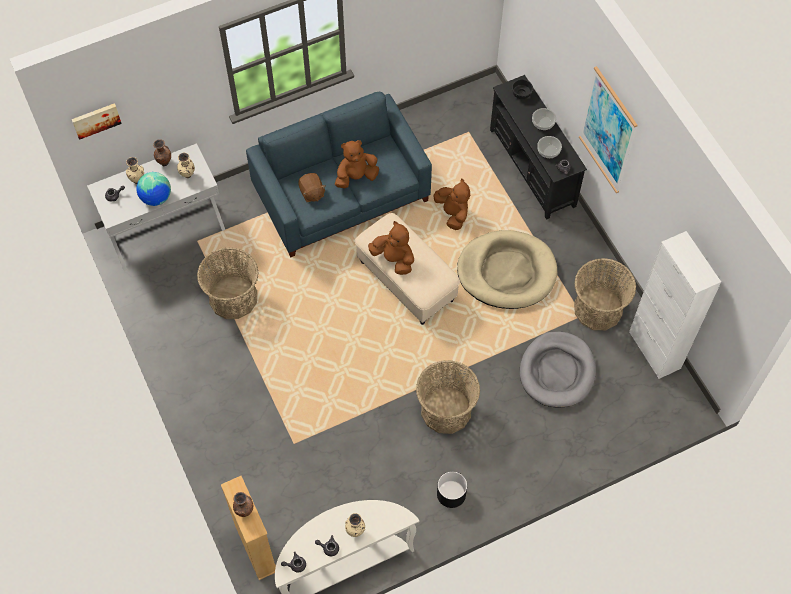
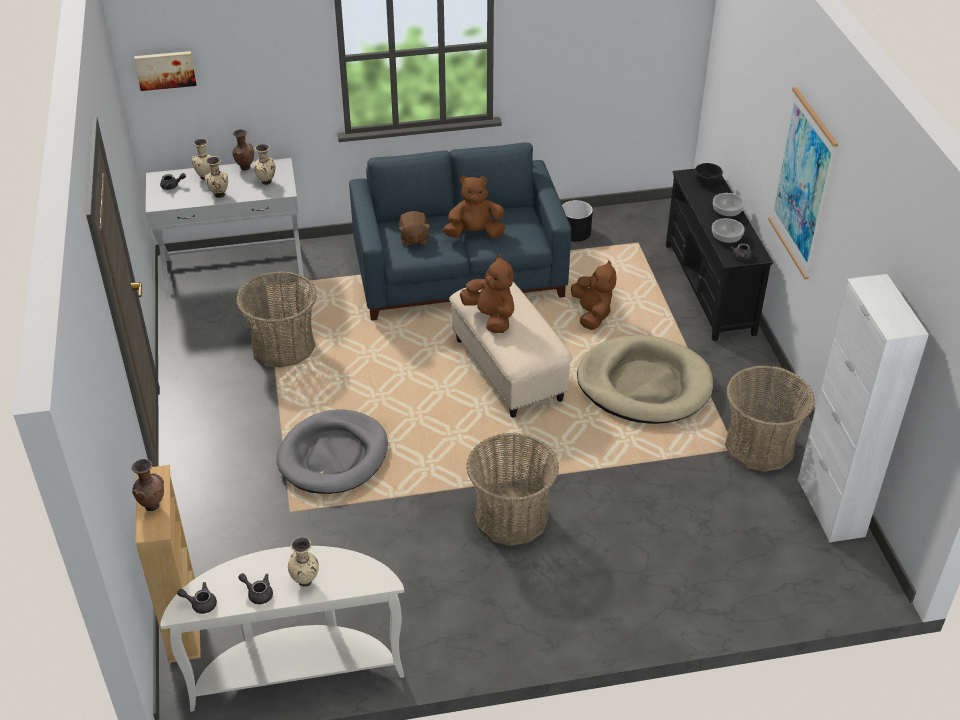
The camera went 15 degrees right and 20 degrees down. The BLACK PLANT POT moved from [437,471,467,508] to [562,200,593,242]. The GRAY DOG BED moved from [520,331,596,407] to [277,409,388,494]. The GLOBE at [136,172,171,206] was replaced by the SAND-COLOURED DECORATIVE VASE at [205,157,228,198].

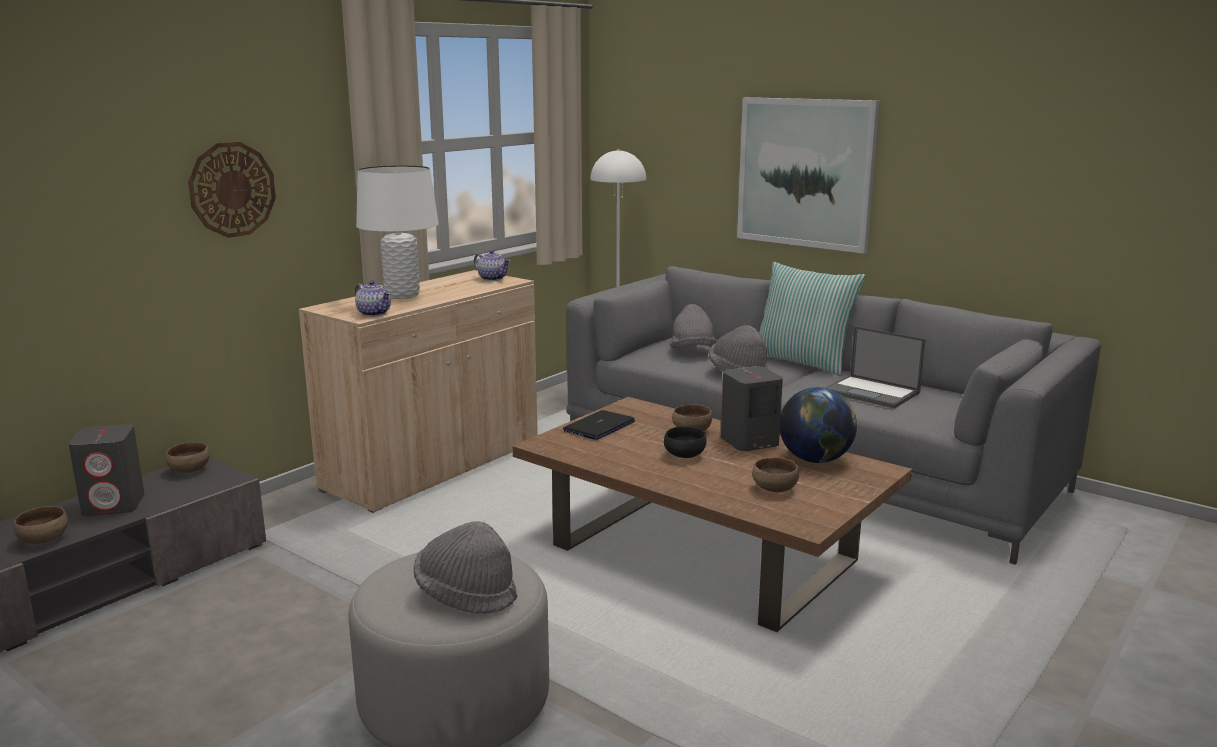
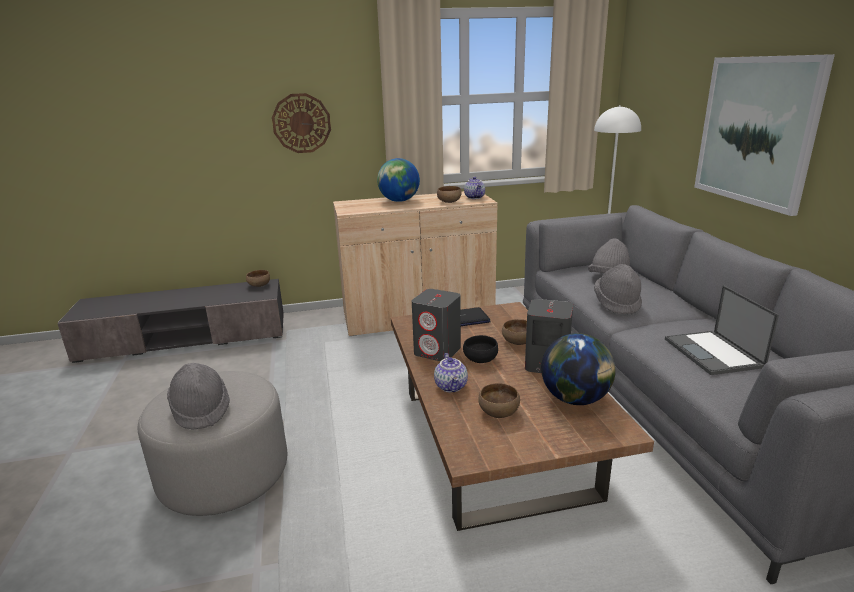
The camera went 40 degrees right and 5 degrees up. The CUSHION at [759,262,866,376] disappeared. The BROWN DEEP DISH moved from [14,506,68,544] to [437,186,462,203]. The GRAY AUDIO SPEAKER moved from [69,424,144,516] to [412,289,461,361]. The POT FOR TEA moved from [355,280,391,316] to [434,353,468,392]. The WHITE-COLOURED TABLETOP LAMP at [356,165,439,299] was replaced by the GLOBE at [377,158,420,202].

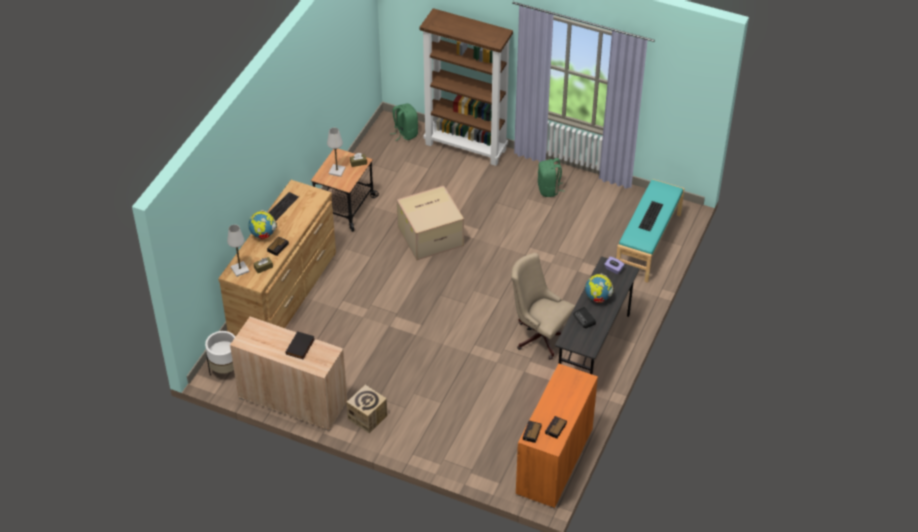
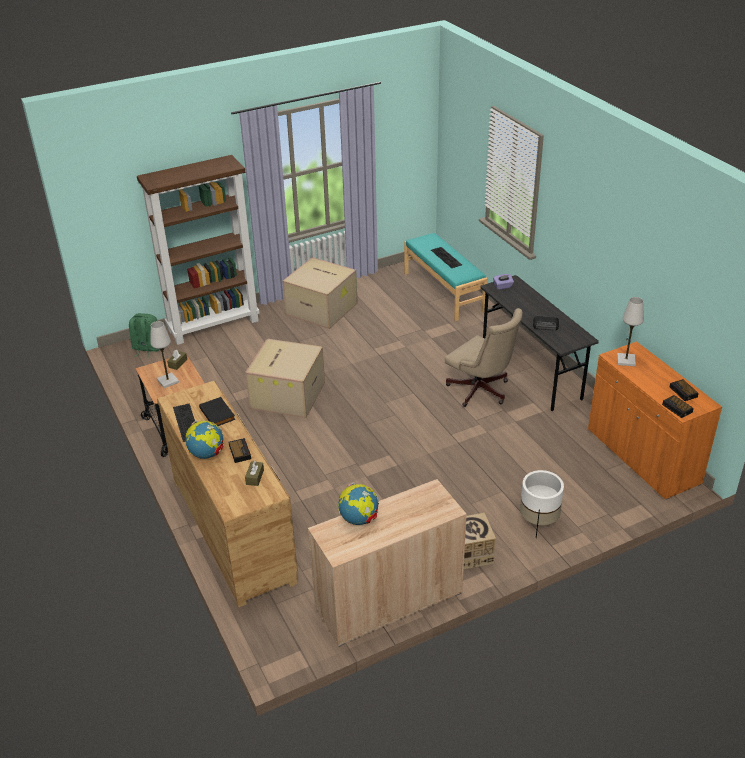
The camera went 50 degrees left and 10 degrees down. The WHITE-COLOURED PLANT POT moved from [205,331,235,375] to [520,470,564,538]. The WHITE-COLOURED TABLETOP LAMP moved from [227,225,250,277] to [617,297,644,366]. The BLACK BOUND BOOK moved from [285,331,315,359] to [199,397,235,426]. The GLOBE moved from [585,274,614,303] to [338,483,379,525]. The GREEN-COLOURED KNAPSACK at [538,158,565,197] was replaced by the CARDBOARD BOX at [283,257,358,329]. The SAND-COLOURED OFFICE CHAIR at [511,253,575,360] turned 120 degrees counterclockwise.

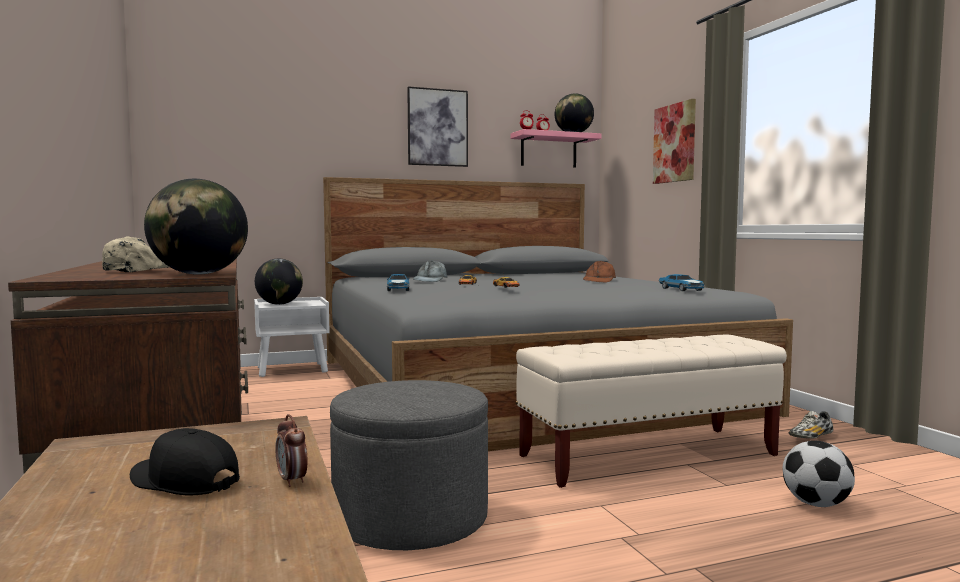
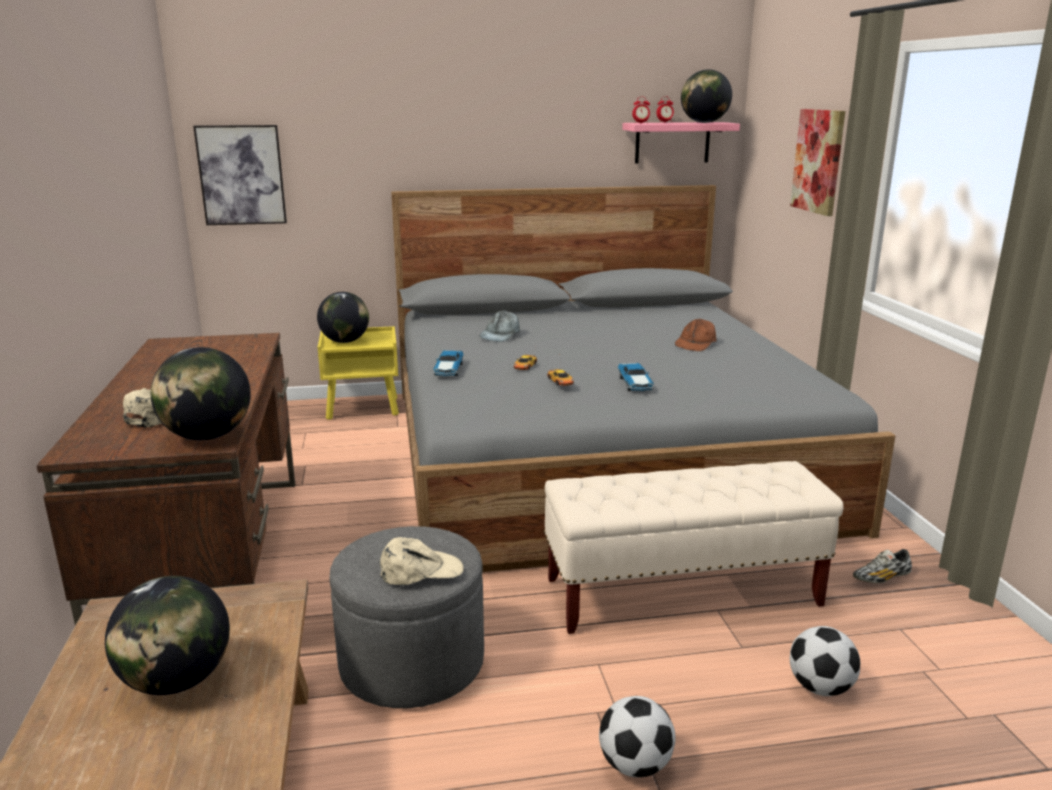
The camera went 10 degrees right and 15 degrees up. The BEDSIDE CLOCK at [275,414,307,487] disappeared. The SAND-COLOURED PEAKED CAP at [380,537,464,585] appeared. The FOOTBALL at [599,696,676,777] appeared. The WALL PICTURE moved from [407,86,468,167] to [193,125,287,225]. The TOY CAR moved from [659,274,705,291] to [618,363,654,391]. The BLACK PEAKED CAP at [130,428,240,495] was replaced by the GLOBE at [105,576,230,695]. The WHITE-COLOURED BEDSIDE TABLE at [254,297,330,377] became the YELLOWISH BEDSIDE TABLE at [318,326,399,420].

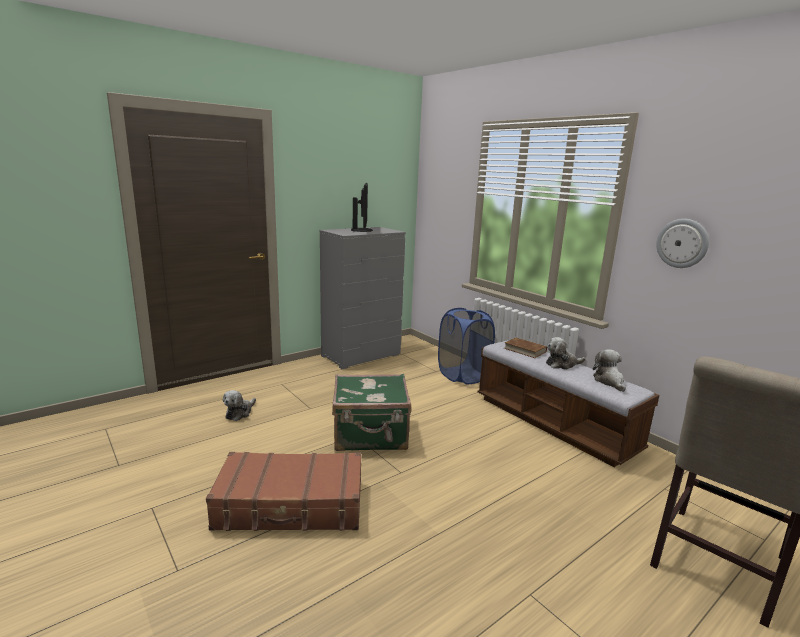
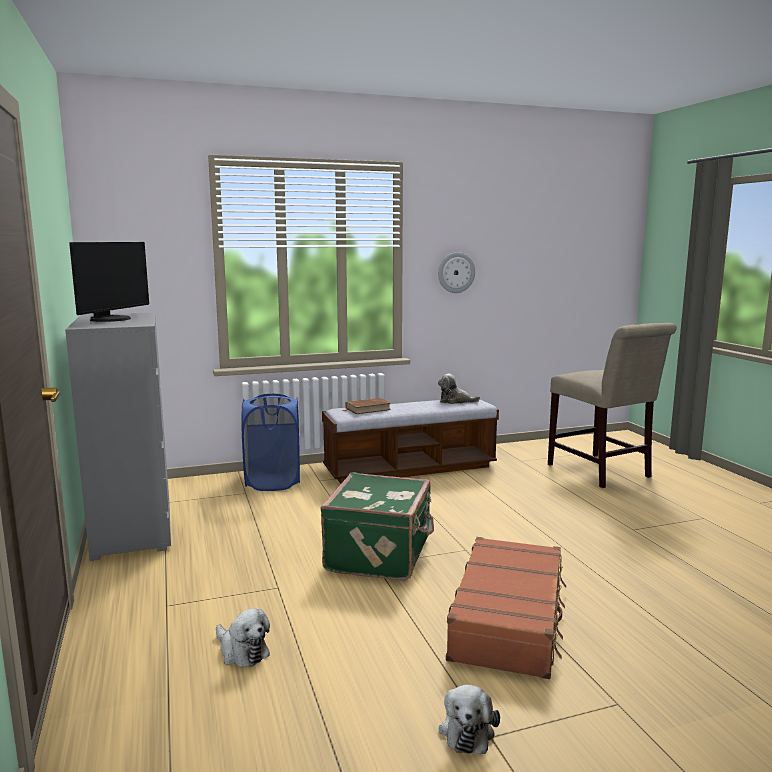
The camera went 70 degrees left and 5 degrees down. The SOFT TOY moved from [546,337,586,369] to [439,685,500,754]. The COMPUTER SCREEN at [351,183,373,232] turned 90 degrees clockwise.

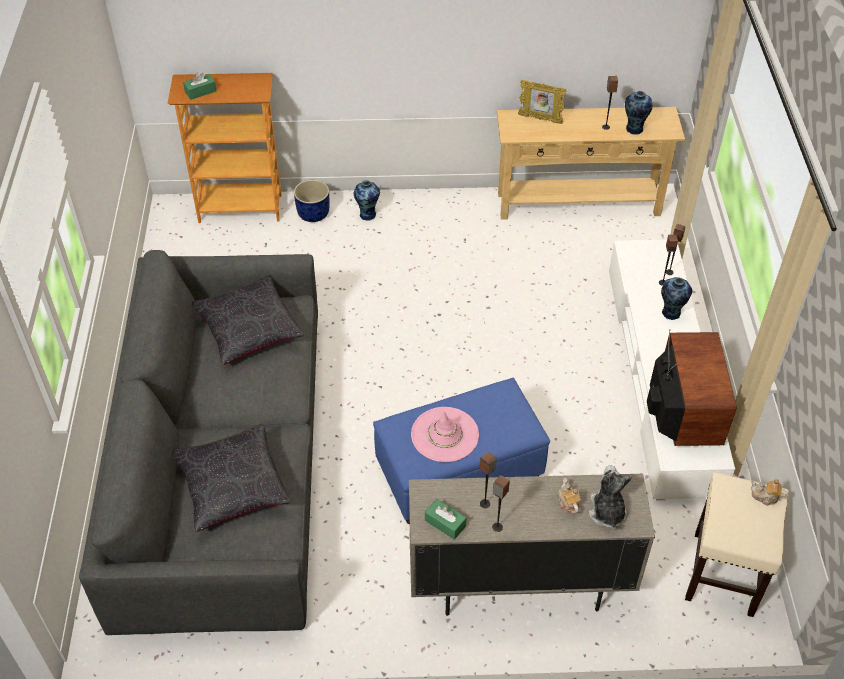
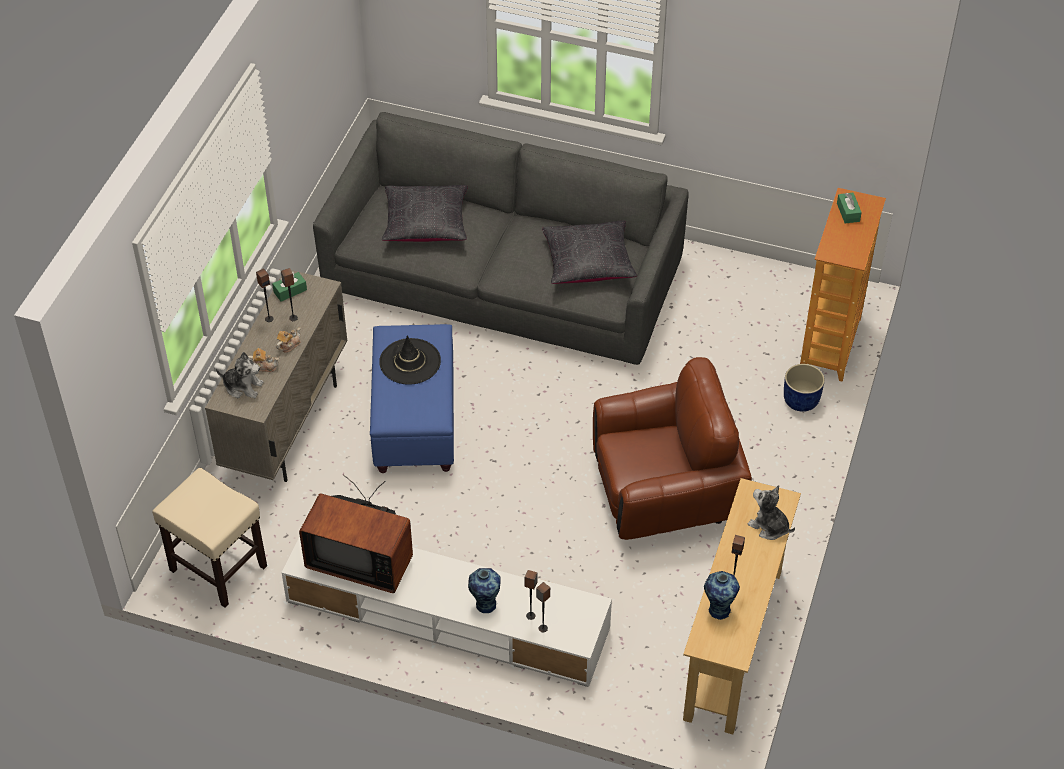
The camera went 110 degrees right and 0 degrees up. The DECORATIVE VASE at [354,180,380,221] disappeared. The BROWN EASY CHAIR at [593,357,752,540] appeared. The POT FOR TEA moved from [751,479,788,506] to [276,327,301,353]. The STANDING FRAME at [518,80,566,124] was replaced by the SOFT TOY at [748,485,795,540]. The PINK-COLOURED HAT at [411,407,479,462] became the BLACK HAT at [379,335,441,385].

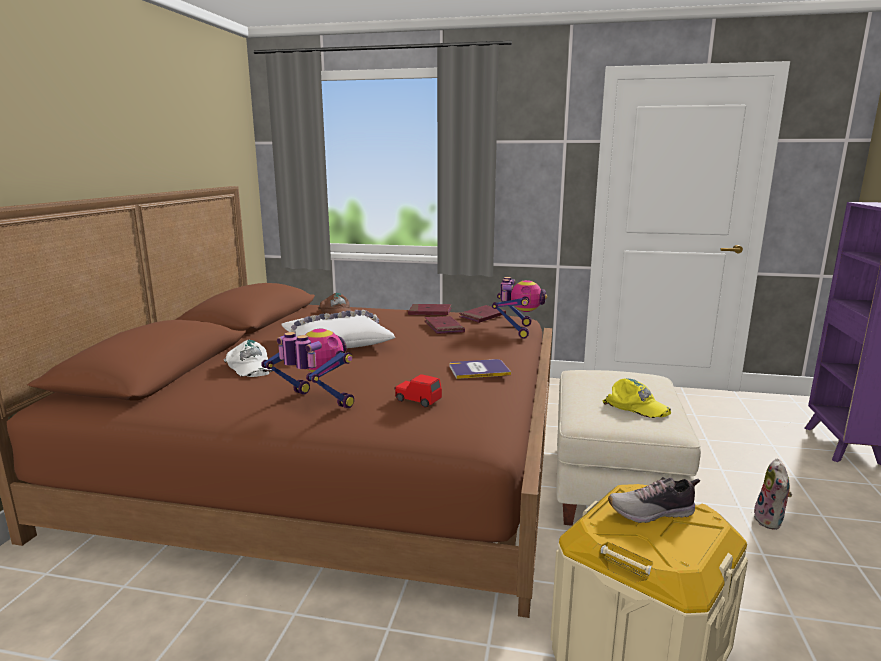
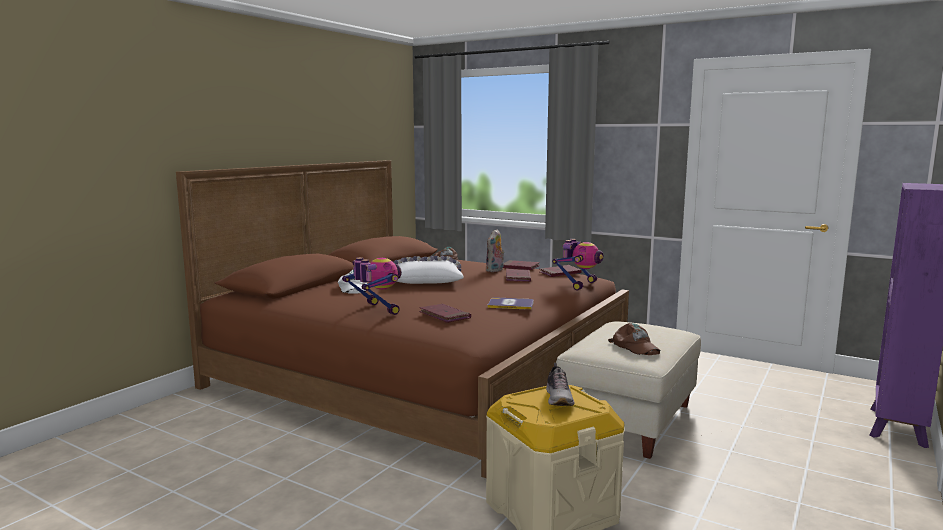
The camera went 20 degrees right and 5 degrees down. The SOFT TOY moved from [754,458,792,530] to [486,229,505,272]. The RED-COLOURED TOY CAR at [394,374,442,408] was replaced by the RED-COLOURED BOUND BOOK at [419,304,471,323]. The YELLOWISH PEAKED CAP at [603,378,671,418] became the BROWN PEAKED CAP at [608,323,661,355]. The LOW SHOE at [608,477,700,523] turned 105 degrees counterclockwise.

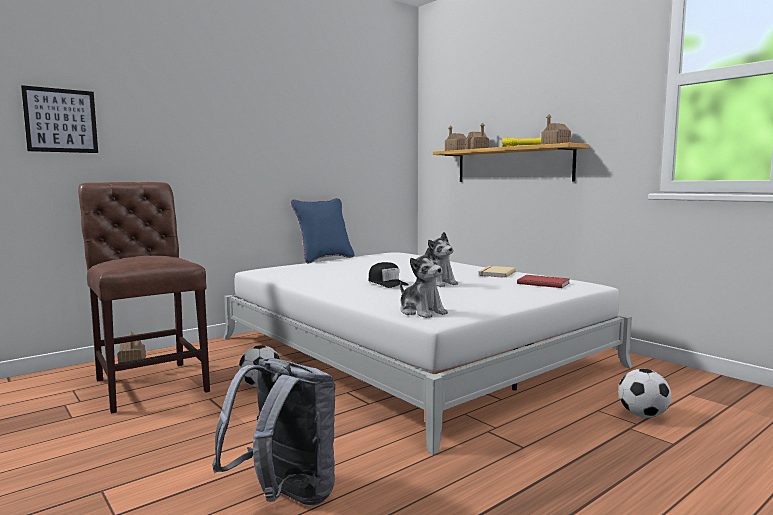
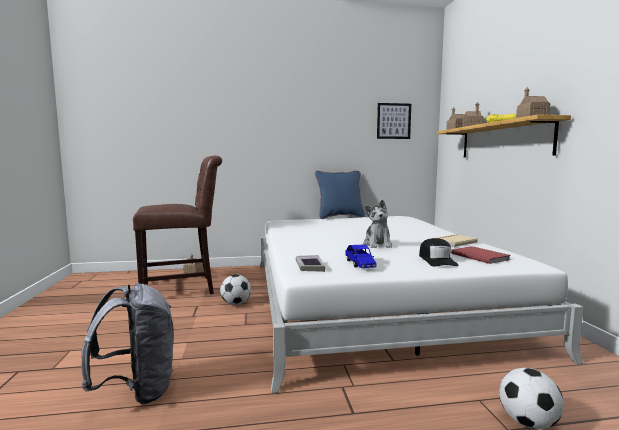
The camera went 30 degrees right and 0 degrees up. The BLUE-COLOURED TOY CAR at [345,244,377,268] appeared. The WALL PICTURE moved from [21,85,98,153] to [377,103,411,139]. The BLACK PEAKED CAP moved from [368,262,409,288] to [419,238,459,266]. The SOFT TOY at [400,247,448,318] was replaced by the BOUND BOOK at [296,255,325,272]. The BROWN PLAIN CHAIR at [78,182,210,414] turned 75 degrees clockwise.

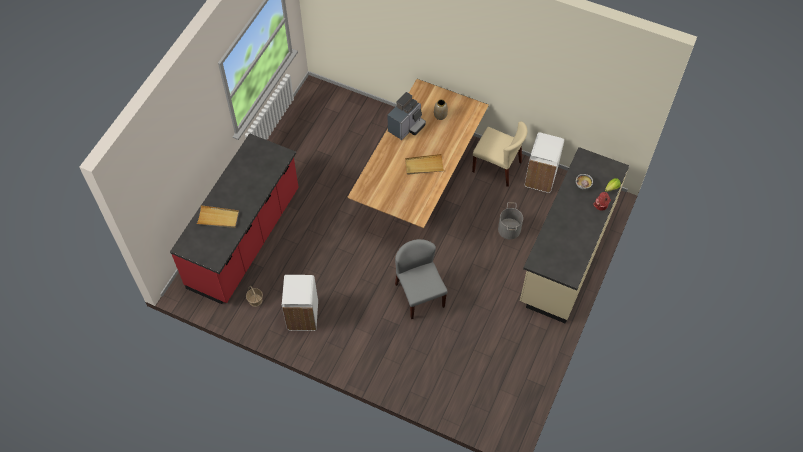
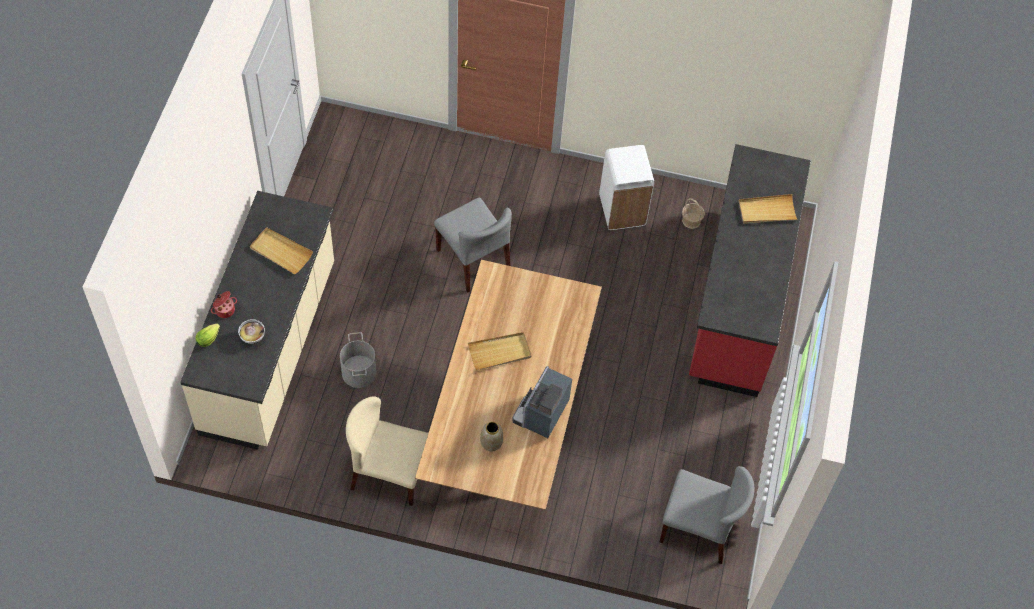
The camera went 165 degrees right and 0 degrees up. The WHITE-COLOURED WASTE BIN at [525,132,564,193] disappeared. The SAND-COLOURED SERVING TRAY at [250,227,313,274] appeared. The GRAY PLAIN CHAIR at [659,466,754,564] appeared.

